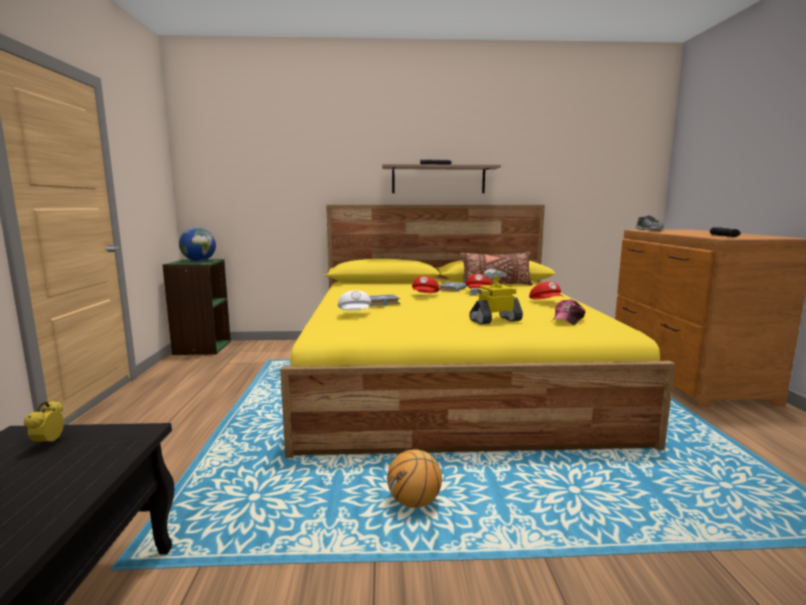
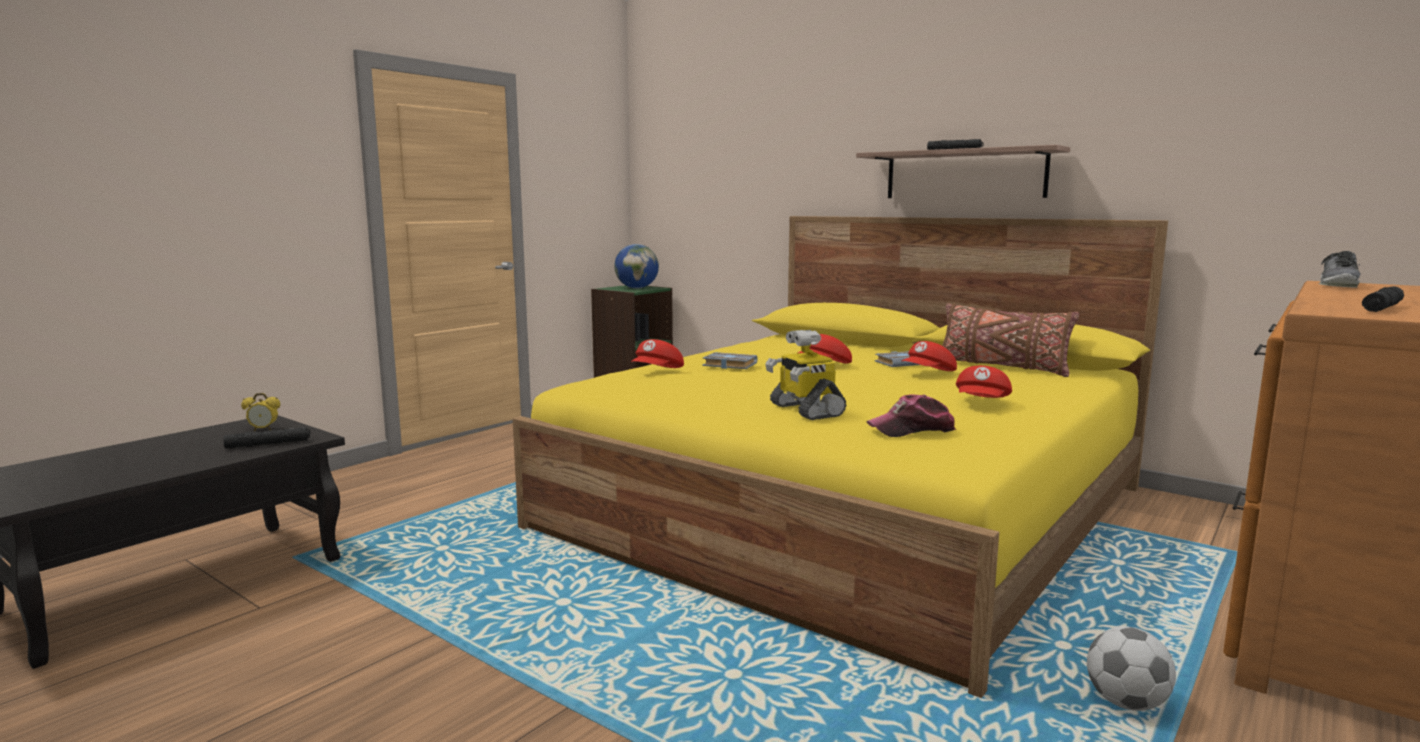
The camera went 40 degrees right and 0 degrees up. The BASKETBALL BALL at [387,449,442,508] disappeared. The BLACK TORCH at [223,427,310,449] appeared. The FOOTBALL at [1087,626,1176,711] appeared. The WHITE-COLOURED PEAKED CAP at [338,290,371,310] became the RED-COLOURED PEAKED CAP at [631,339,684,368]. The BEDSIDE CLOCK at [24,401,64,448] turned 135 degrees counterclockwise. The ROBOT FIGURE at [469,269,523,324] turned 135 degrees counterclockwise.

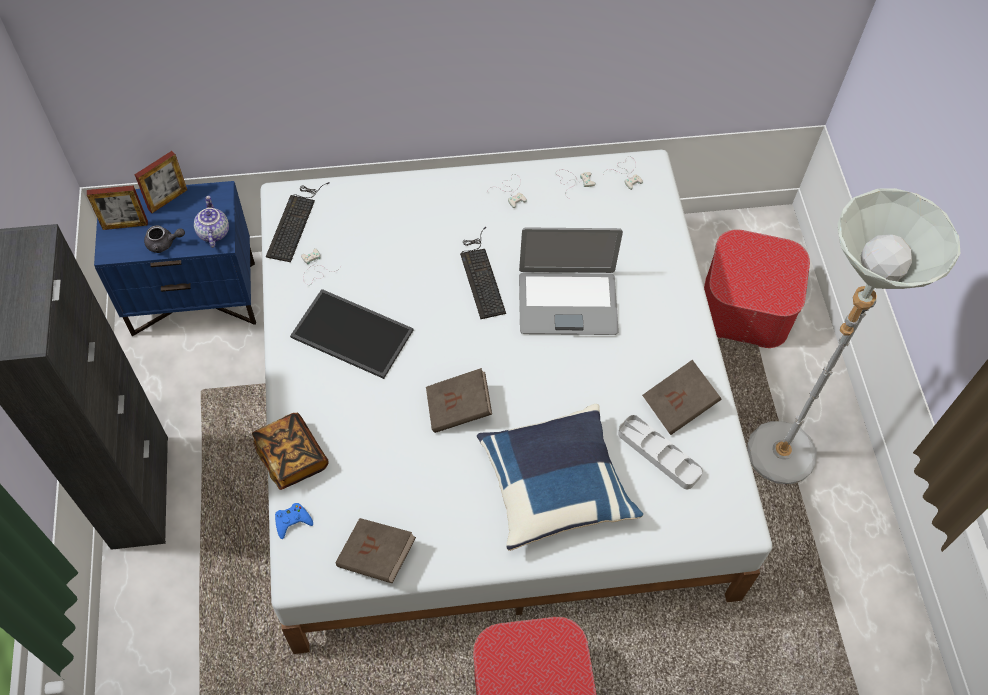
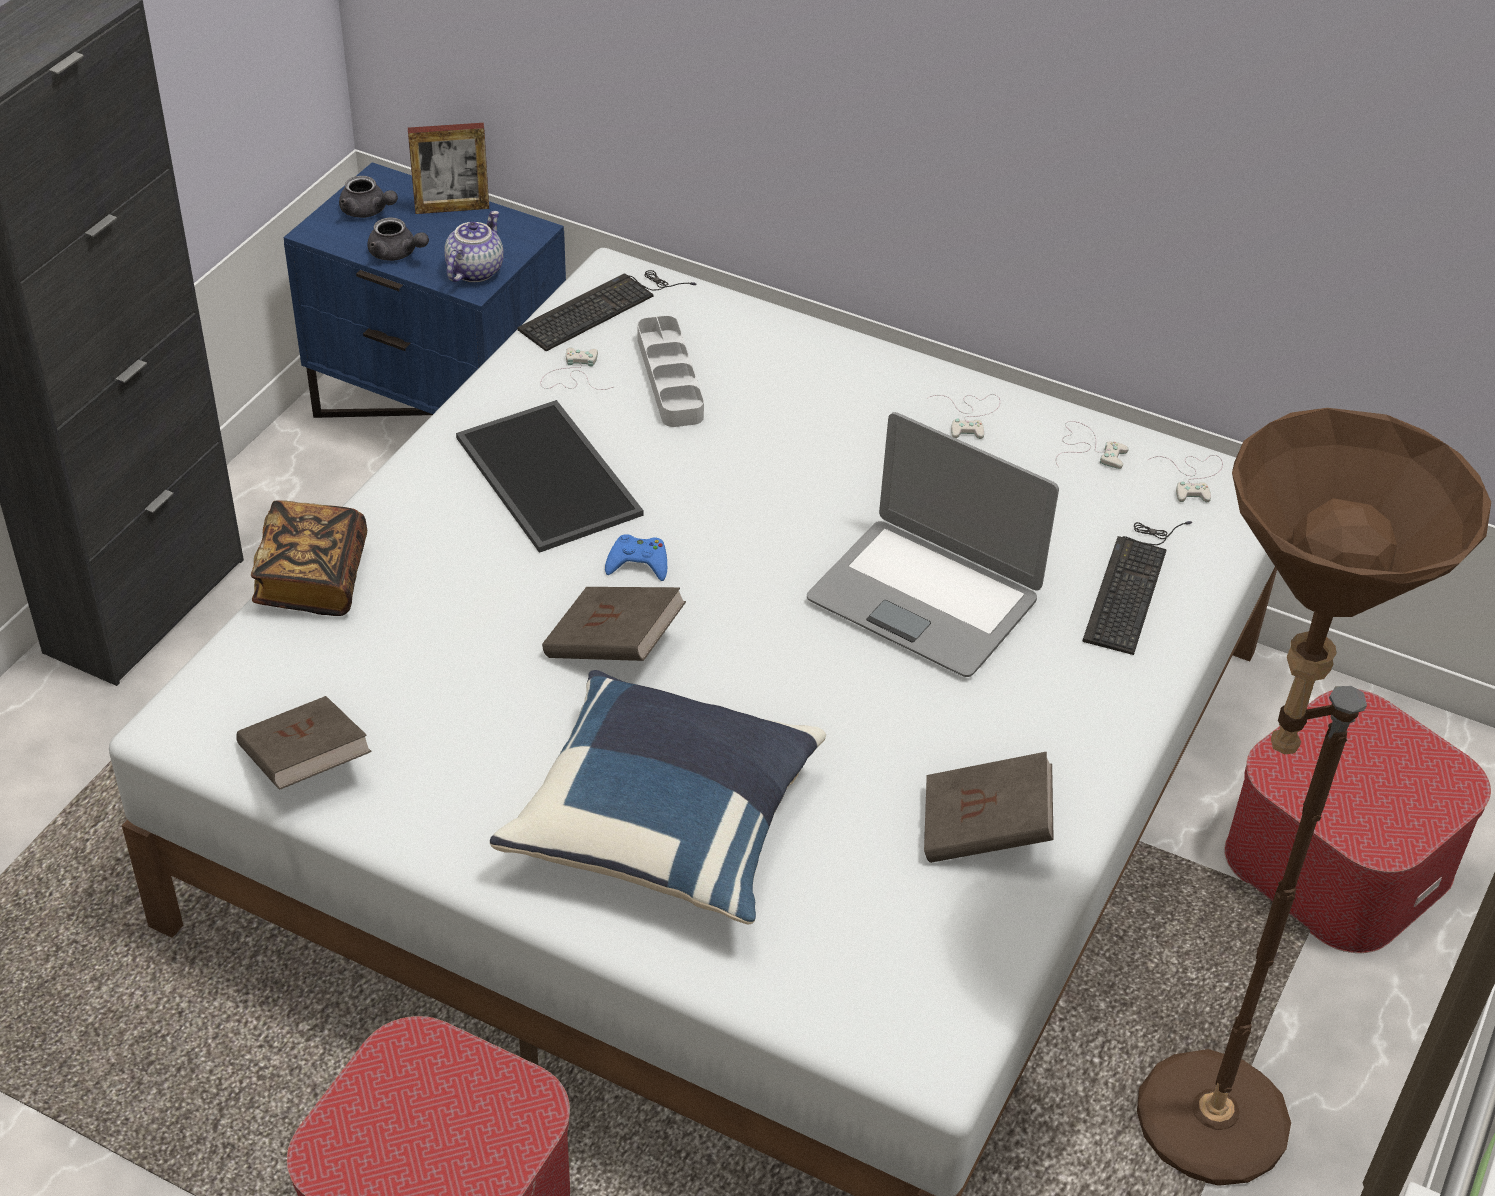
The camera went 35 degrees right and 15 degrees down. The BLUE-COLOURED GAMEPAD moved from [275,503,313,539] to [605,535,667,581]. The COMPUTER KEYBOARD moved from [460,227,506,319] to [1082,521,1192,655]. The GRAY SERVING TRAY moved from [618,415,703,489] to [637,315,704,427]. The STANDING FRAME at [87,185,148,230] was replaced by the GRAY POT FOR TEA at [339,176,398,218]. The GRAY STANDING LAMP at [747,188,961,484] became the BROWN STANDING LAMP at [1137,408,1491,1186].

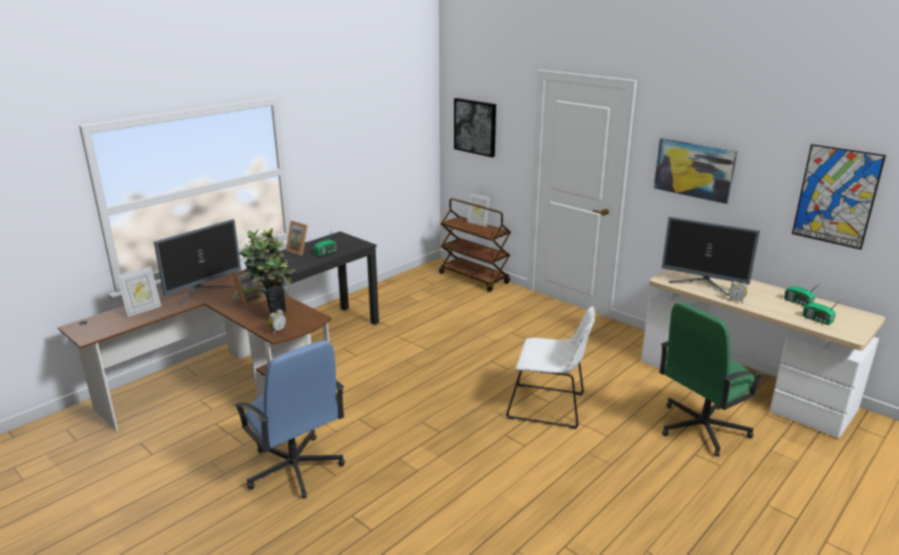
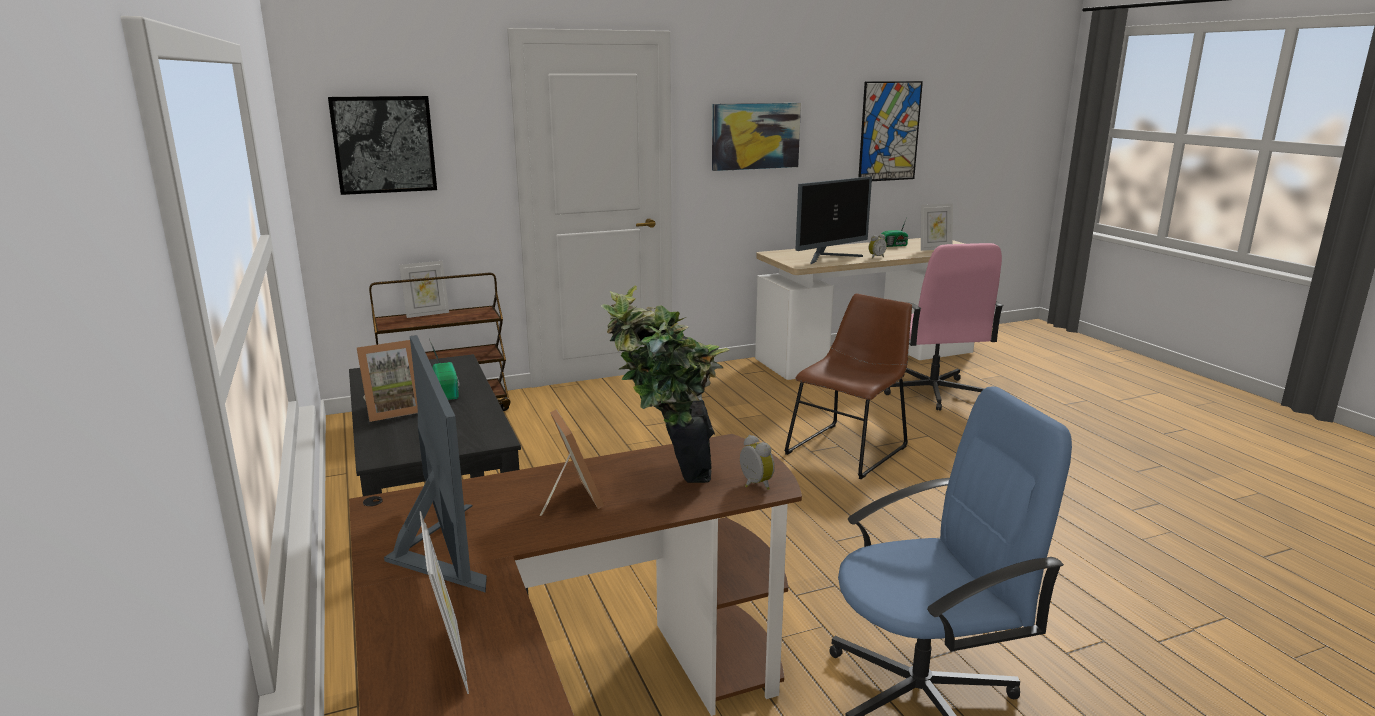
The camera went 65 degrees left and 5 degrees down. The RADIO at [802,299,842,325] was replaced by the STANDING FRAME at [921,203,953,251]. The WHITE-COLOURED PLAIN CHAIR at [506,307,595,429] became the BROWN PLAIN CHAIR at [784,294,912,479]. The GREEN-COLOURED OFFICE CHAIR at [659,302,765,457] became the PINK-COLOURED OFFICE CHAIR at [884,243,1004,411].

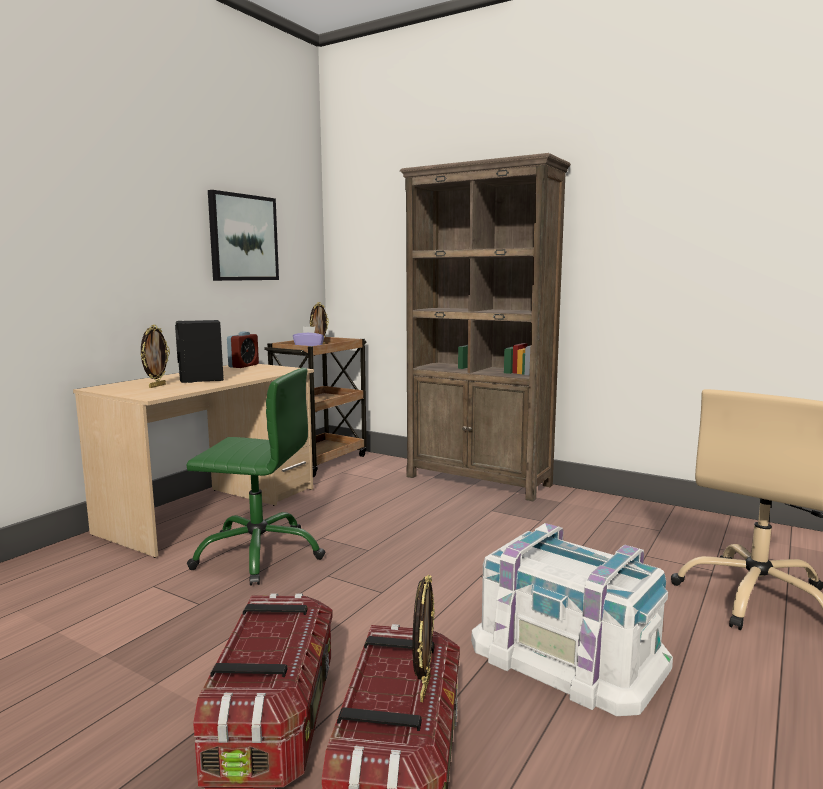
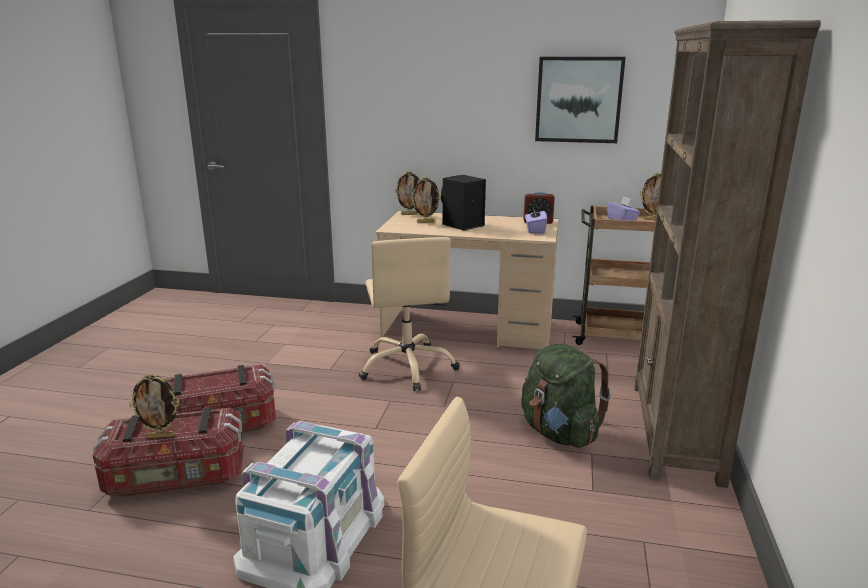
The camera went 70 degrees right and 10 degrees up. The STANDING FRAME at [395,171,420,215] appeared. The GREEN-COLOURED KNAPSACK at [521,344,611,448] appeared. The PURPLISH TISSUE HOLDER at [525,207,547,234] appeared. The GREEN-COLOURED OFFICE CHAIR at [186,368,325,586] became the SAND-COLOURED OFFICE CHAIR at [359,237,460,391].

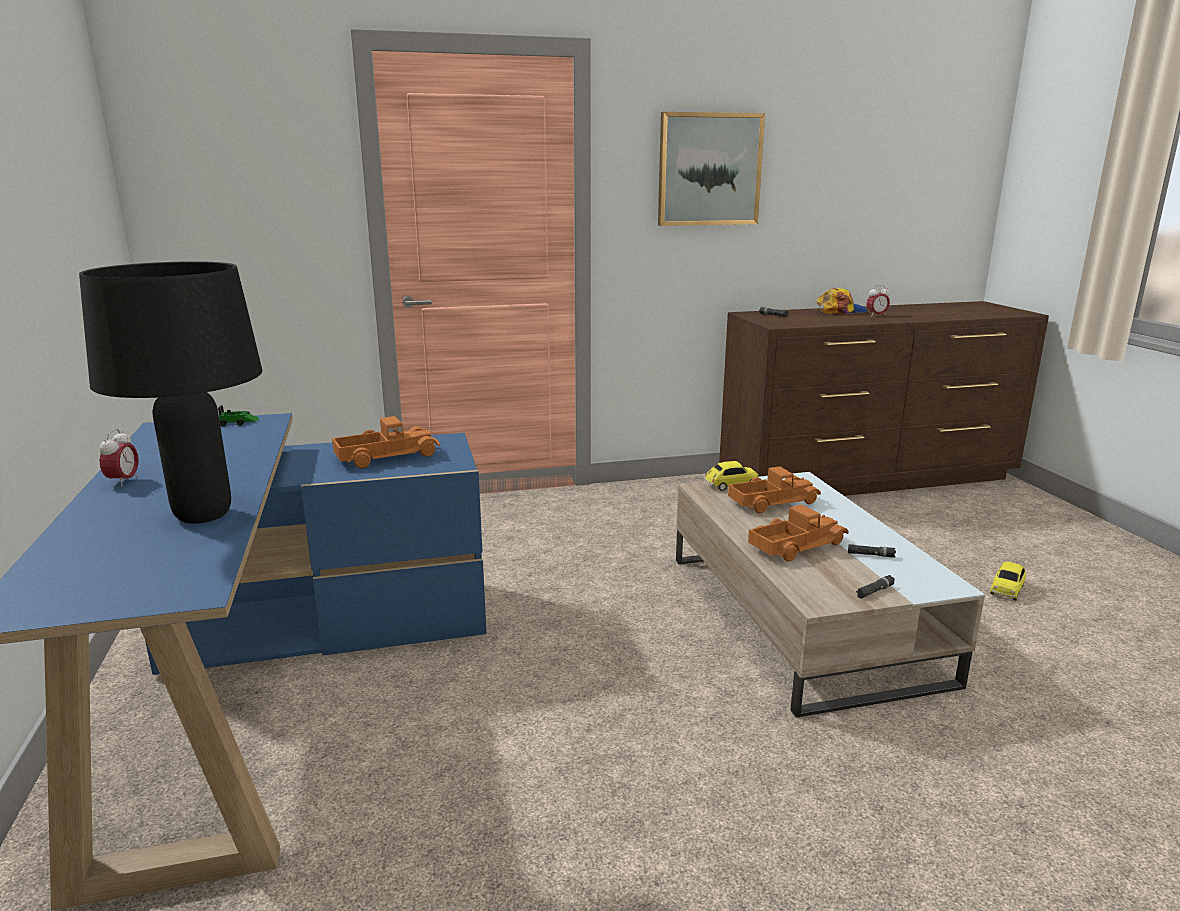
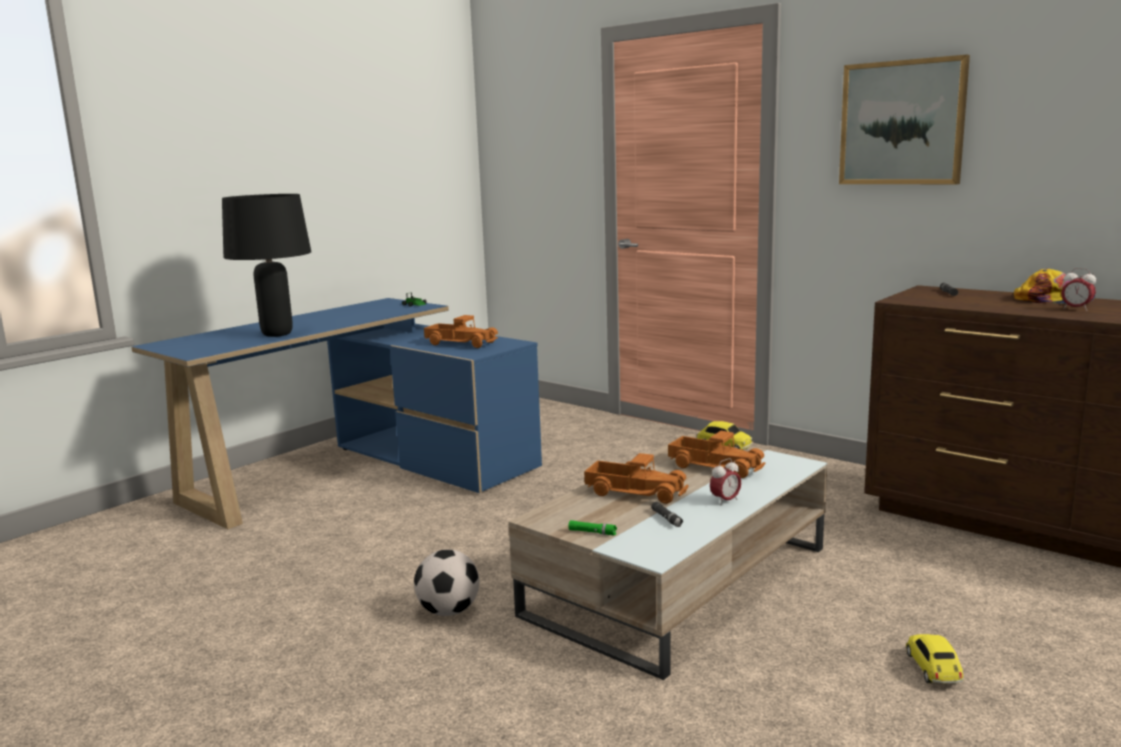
The camera went 55 degrees right and 5 degrees down. The FOOTBALL at [414,549,480,616] appeared. The BEDSIDE CLOCK moved from [99,429,139,487] to [710,458,741,506]. The BLACK TORCH at [856,575,895,599] became the GREEN-COLOURED TORCH at [569,520,617,535]. The TOY CAR at [990,562,1026,601] turned 90 degrees clockwise.

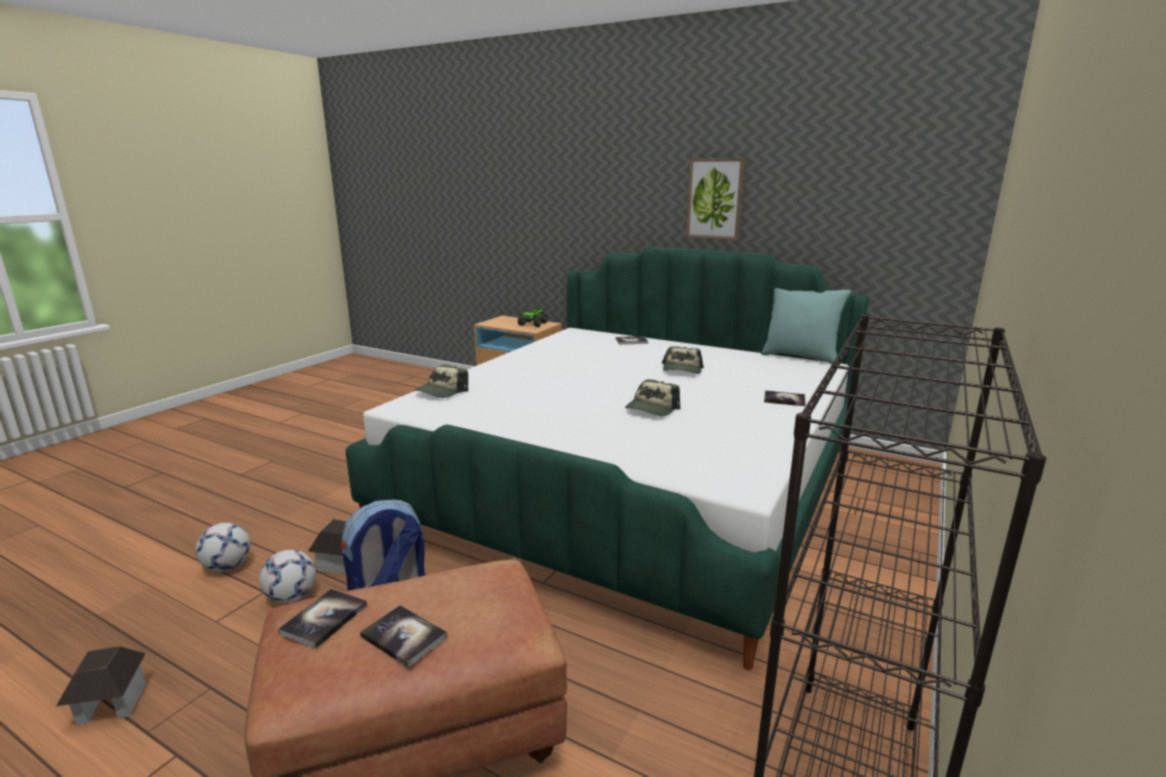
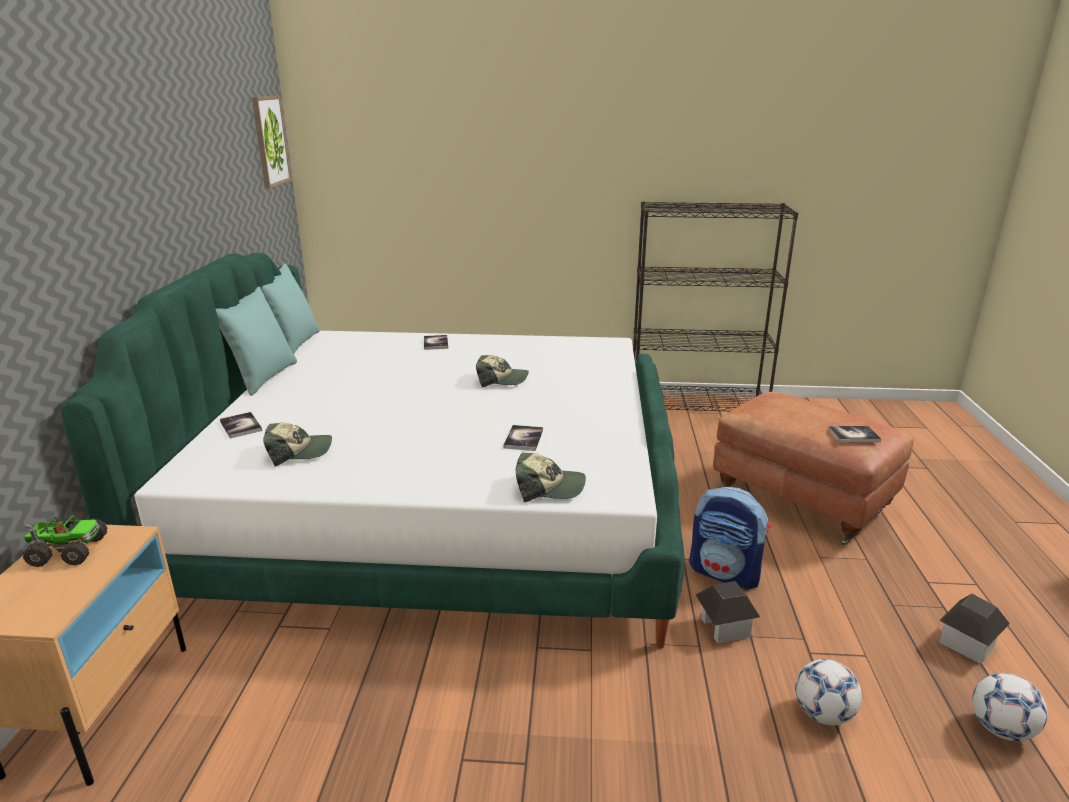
The camera went 115 degrees left and 5 degrees up. The TURQUOISE-COLOURED CUSHION at [216,287,297,396] appeared. The FOOTBALL moved from [259,549,316,603] to [972,673,1048,741]. The BOUND BOOK moved from [360,605,447,667] to [504,425,543,451]. The PEAKED CAP moved from [662,346,704,374] to [263,422,332,467]. The WALL PICTURE moved from [686,158,745,240] to [252,95,292,188].

